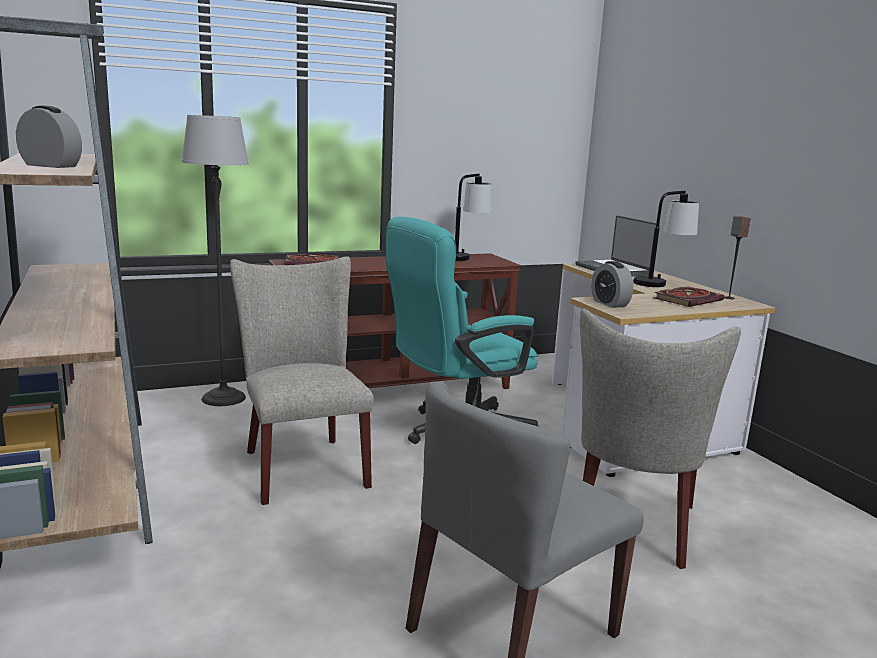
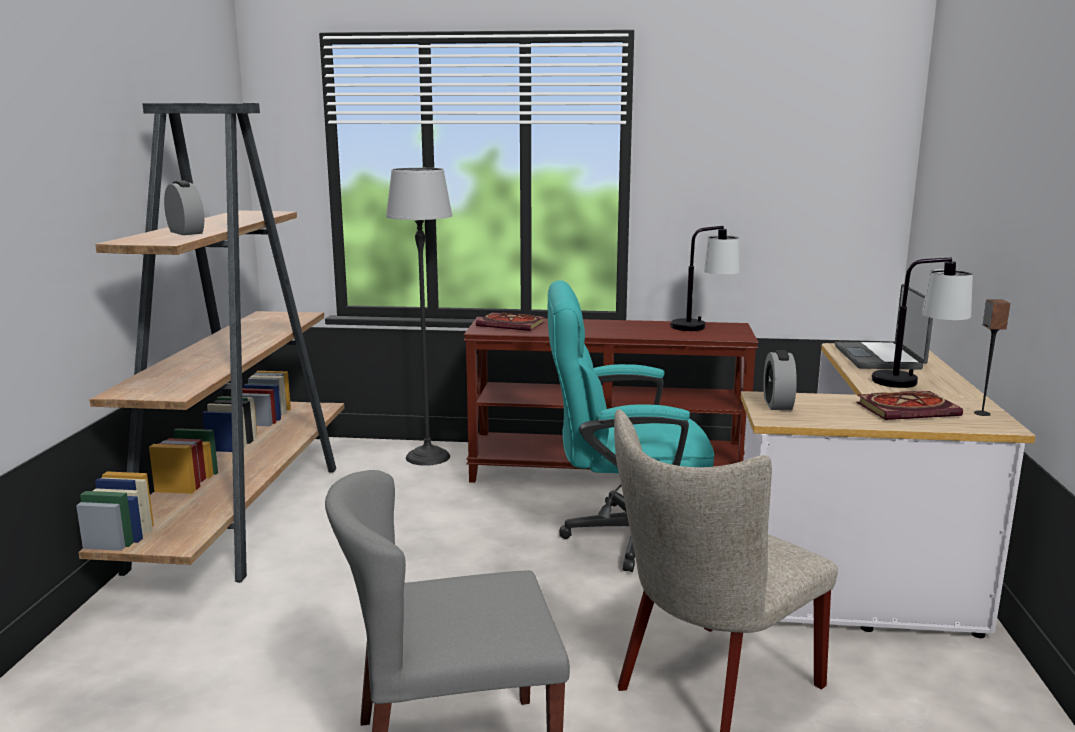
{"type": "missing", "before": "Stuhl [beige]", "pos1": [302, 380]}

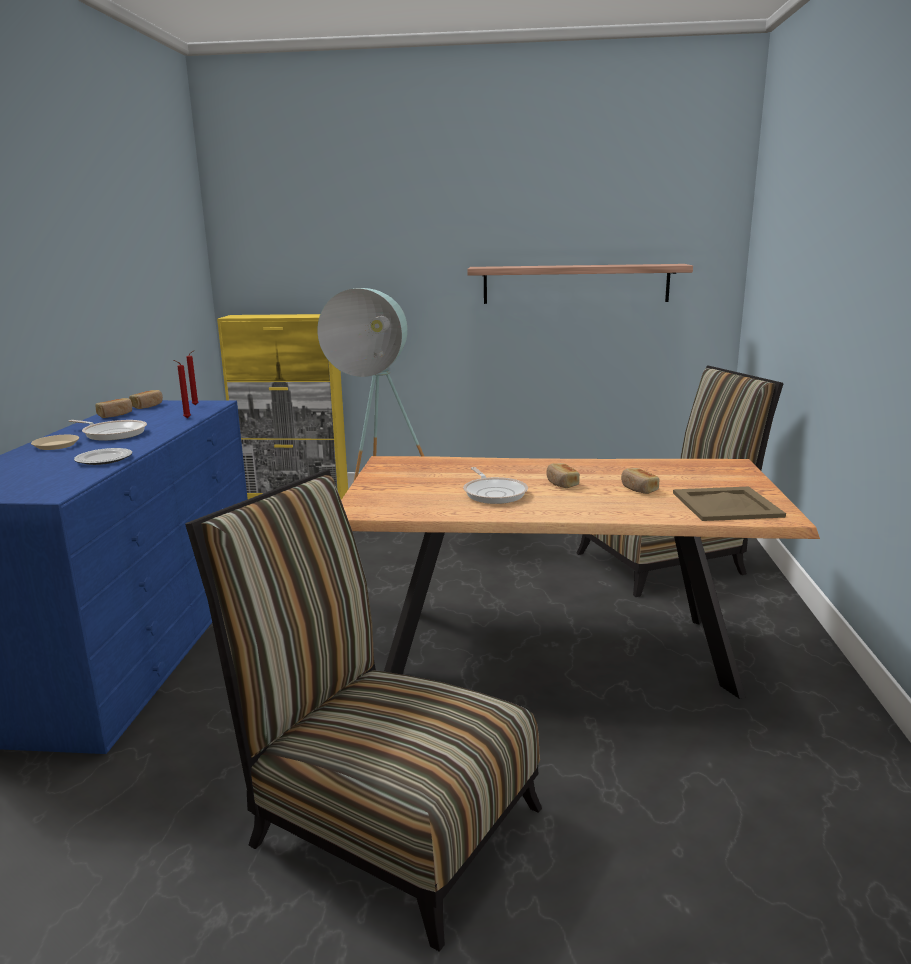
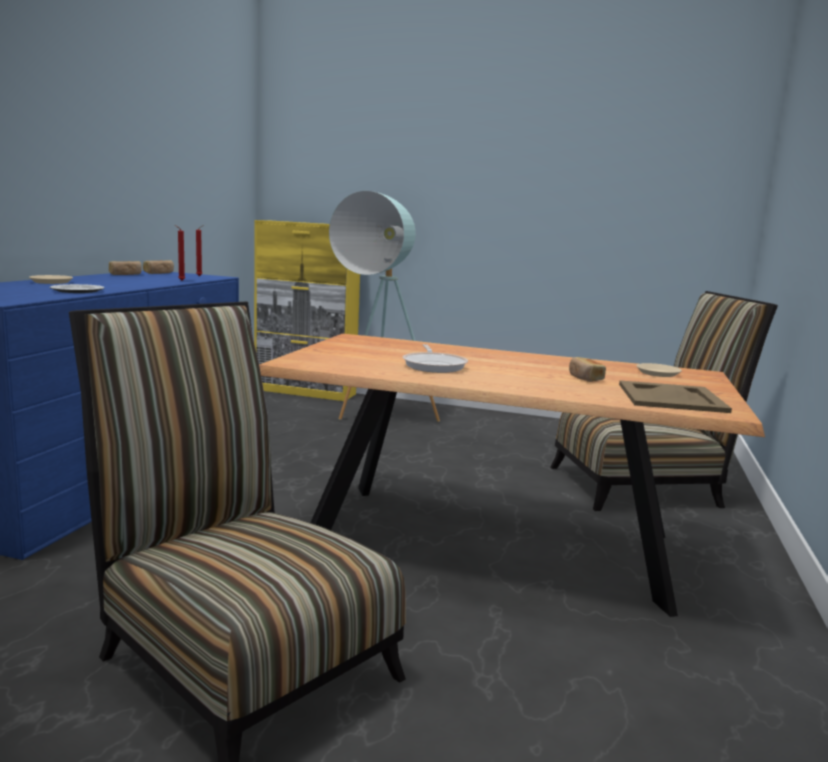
{"type": "missing", "before": "Wandregal", "pos1": [580, 284]}
{"type": "missing", "before": "Pfanne", "pos1": [107, 430]}
{"type": "missing", "before": "Brot", "pos1": [563, 475]}
{"type": "appeared", "after": "Teller [beige]", "pos2": [659, 370]}

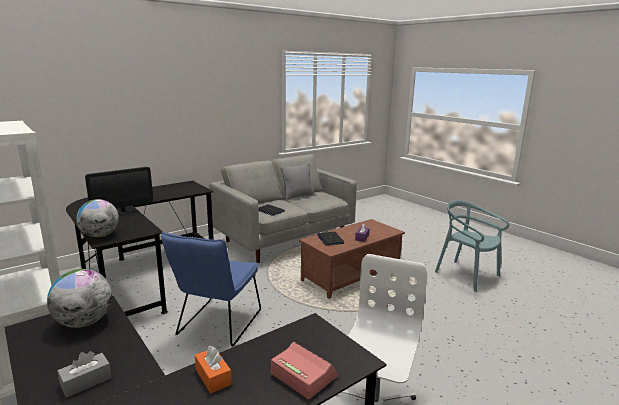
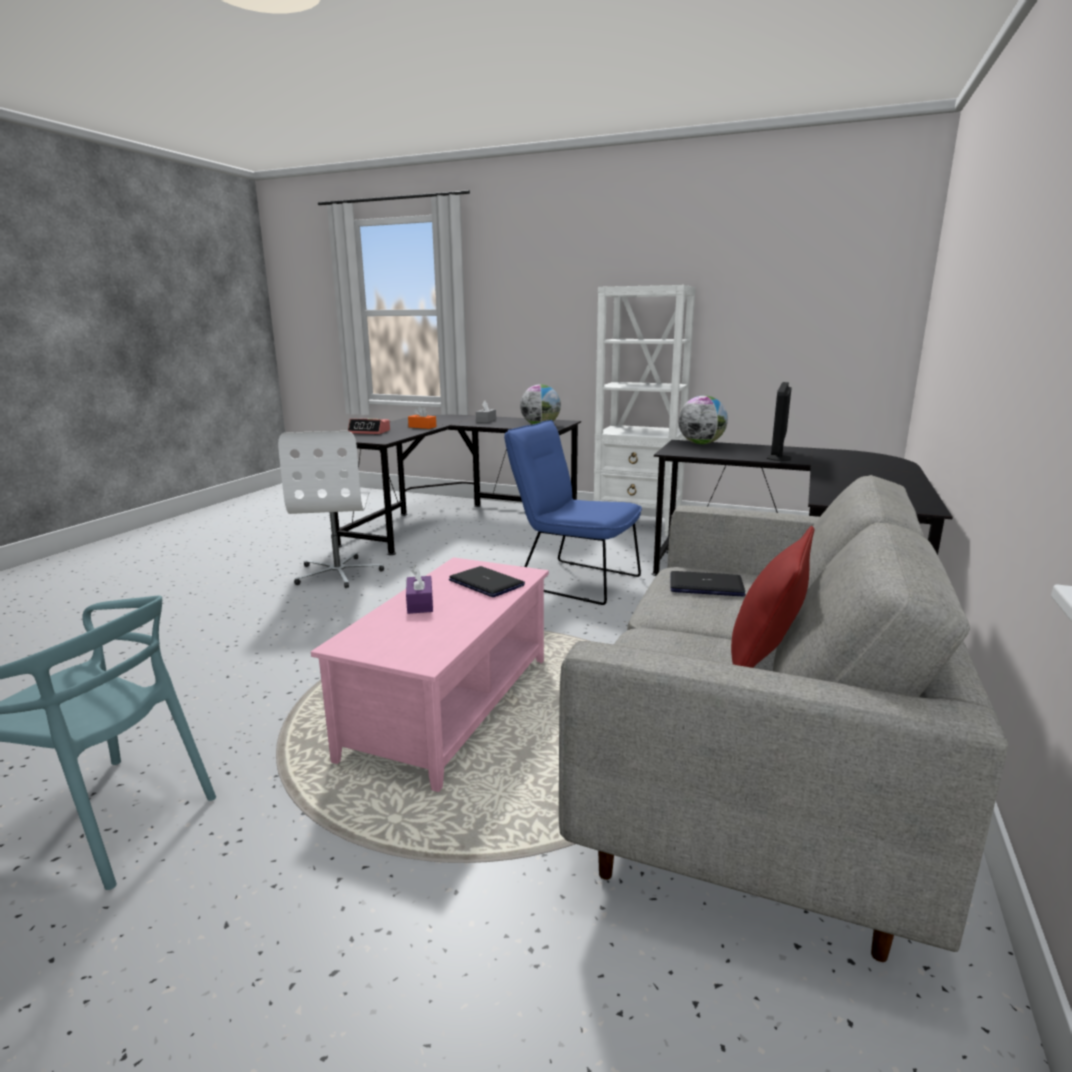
{"type": "colour", "before": "Kissen [grau]", "after": "Kissen [rot]", "pos1": [297, 182], "pos2": [772, 597]}
{"type": "colour", "before": "Couchtisch [braun]", "after": "Couchtisch [rosa]", "pos1": [352, 259], "pos2": [430, 674]}
{"type": "spun", "before": "Stuhl [blau]", "pos1": [211, 289], "pos2": [573, 512], "turn": -45}

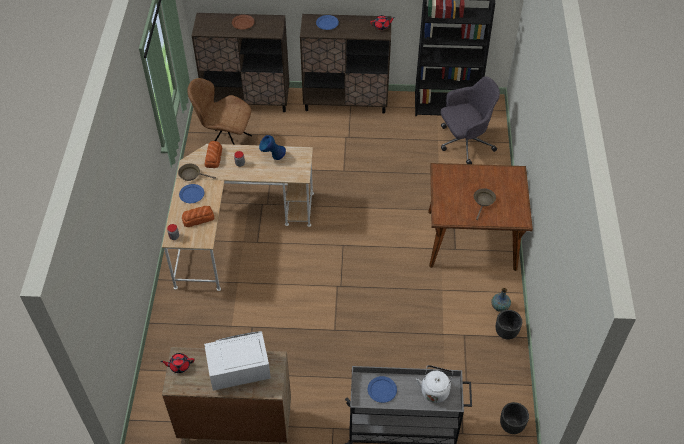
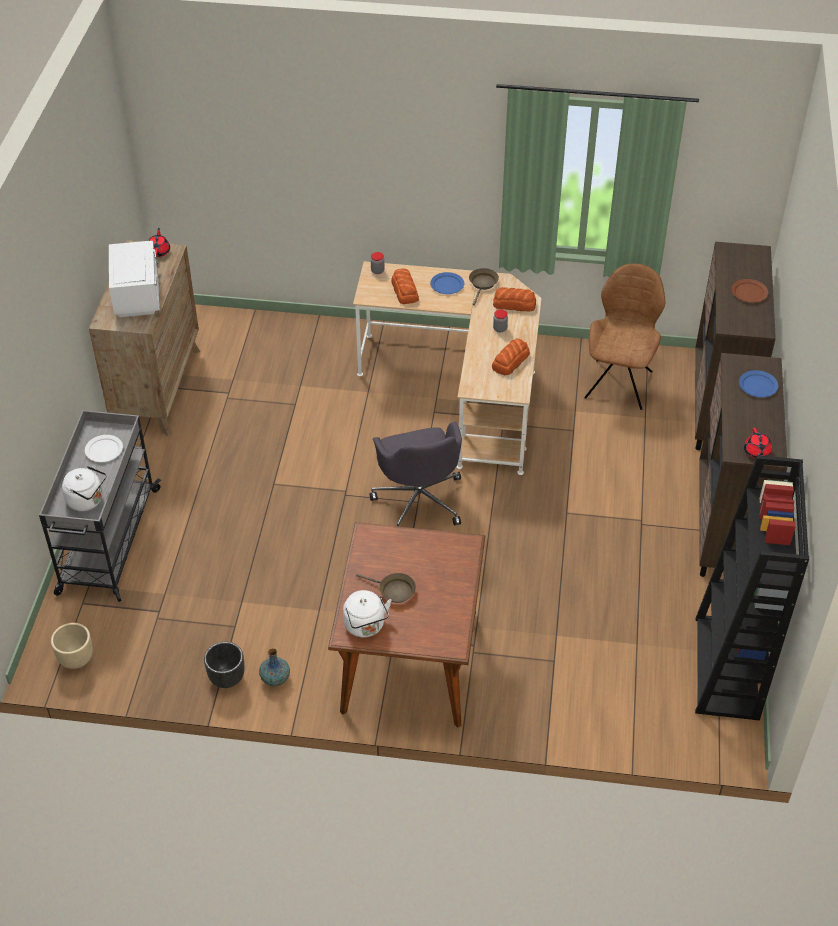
{"type": "relocated", "before": "Bürostuhl [grau]", "pos1": [470, 120], "pos2": [416, 474]}
{"type": "exchanged", "before": "Vase [blau]", "after": "Brot", "pos1": [272, 147], "pos2": [511, 356]}
{"type": "colour", "before": "Teller [blau]", "after": "Teller [weiß]", "pos1": [382, 389], "pos2": [104, 448]}
{"type": "colour", "before": "Pflanzkübel [schwarz]", "after": "Pflanzkübel [beige]", "pos1": [514, 418], "pos2": [72, 646]}
{"type": "appeared", "after": "Wasserkessel [weiß]", "pos2": [367, 613]}

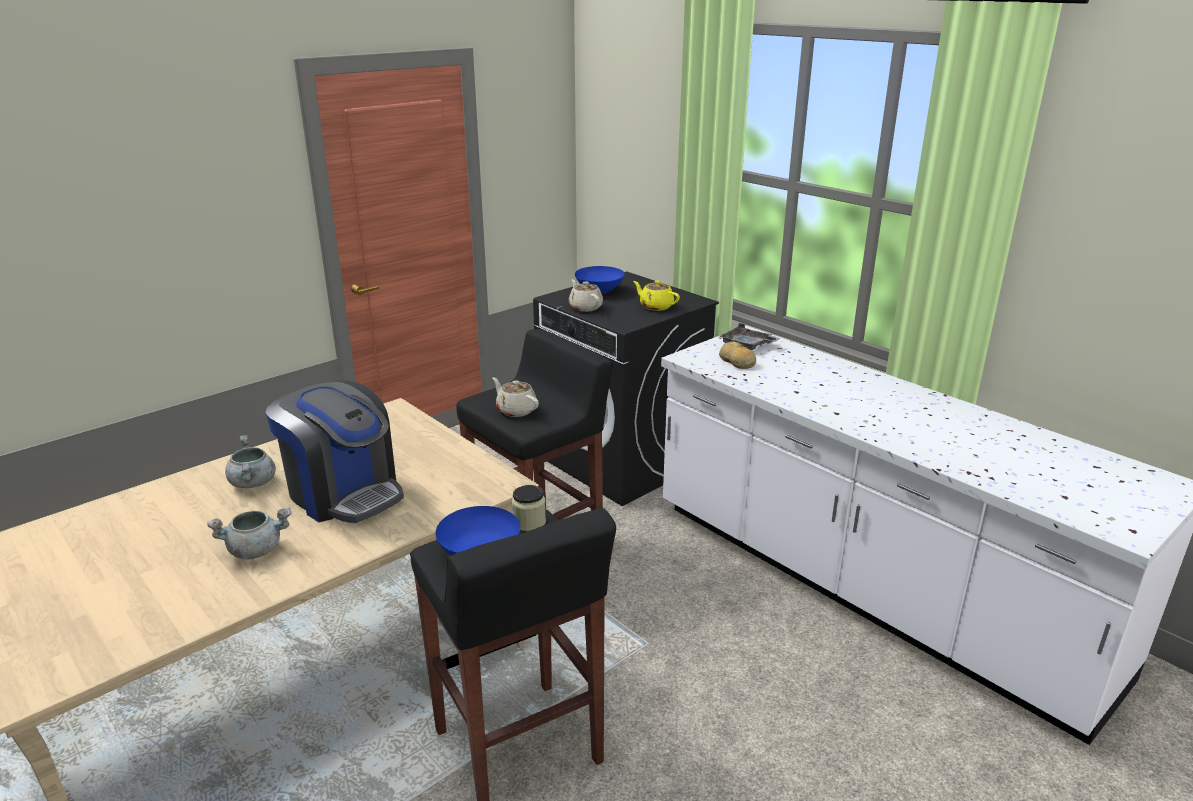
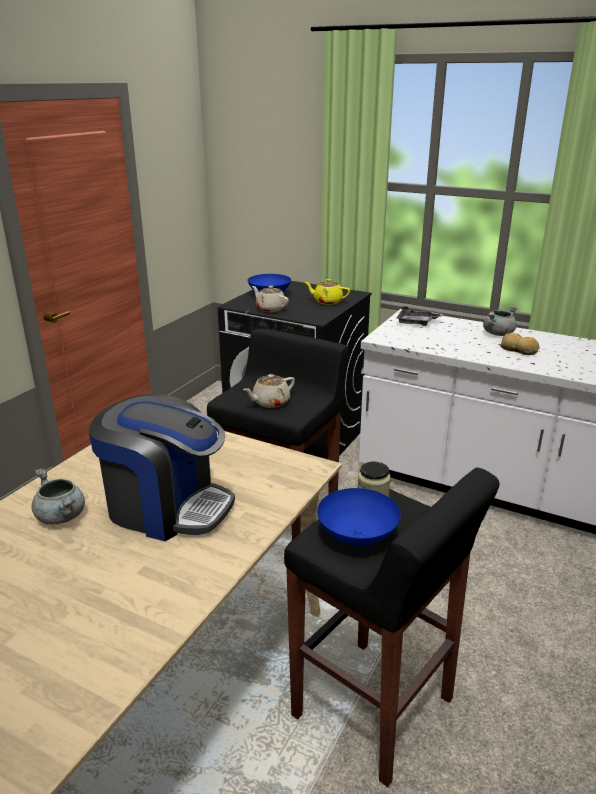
{"type": "relocated", "before": "Brot", "pos1": [737, 355], "pos2": [520, 343]}
{"type": "spun", "before": "Teekanne [beige]", "pos1": [515, 397], "pos2": [269, 391], "turn": -60}
{"type": "relocated", "before": "Kochtopf [grau]", "pos1": [249, 533], "pos2": [500, 321]}

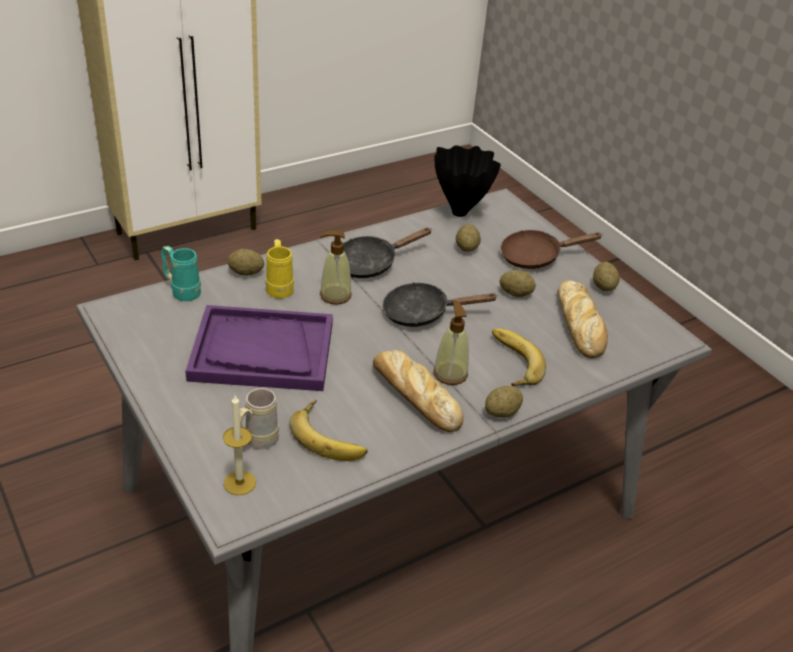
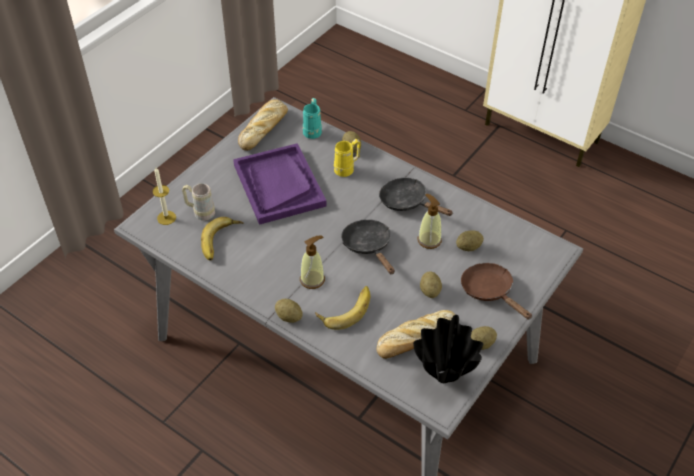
{"type": "relocated", "before": "Vase [schwarz]", "pos1": [468, 181], "pos2": [448, 349]}
{"type": "relocated", "before": "Seifenspender", "pos1": [336, 268], "pos2": [430, 221]}
{"type": "relocated", "before": "Brot", "pos1": [418, 391], "pos2": [263, 125]}

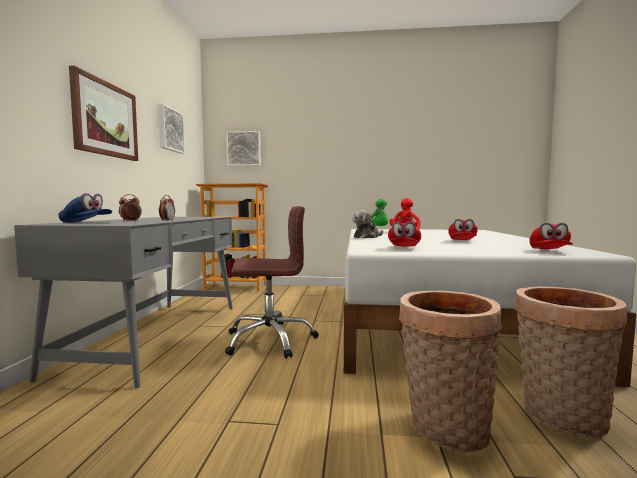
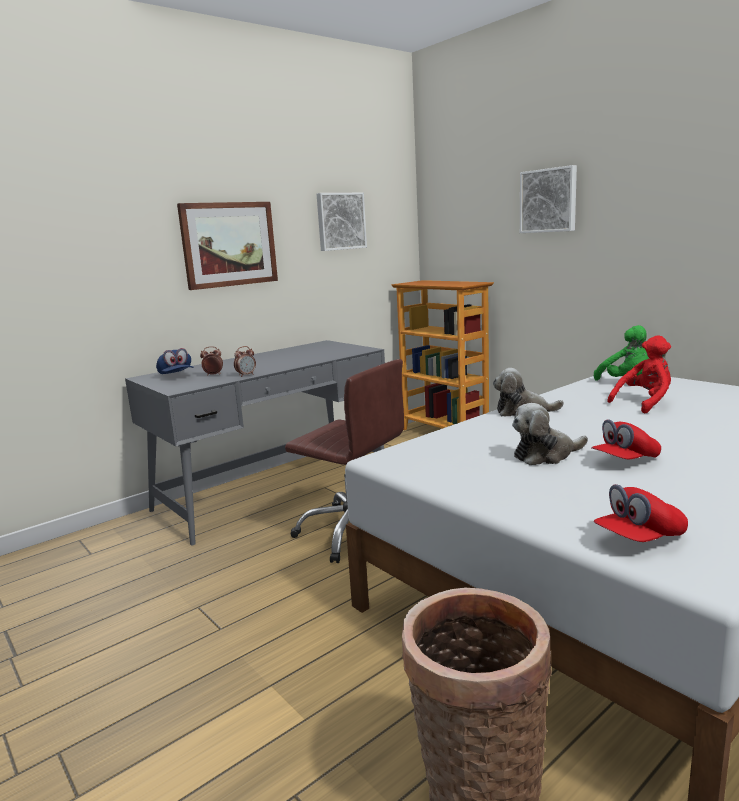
{"type": "relocated", "before": "Bild", "pos1": [243, 148], "pos2": [548, 199]}
{"type": "missing", "before": "Kappe [rot]", "pos1": [404, 234]}
{"type": "missing", "before": "Korb", "pos1": [450, 372]}
{"type": "appeared", "after": "Plüschtier", "pos2": [550, 434]}

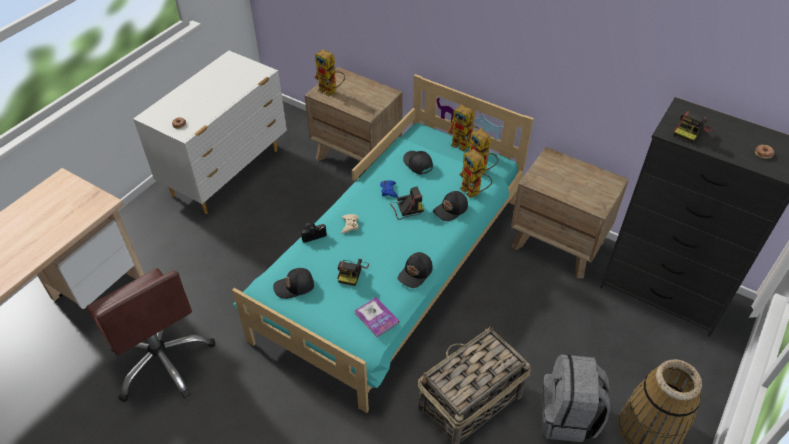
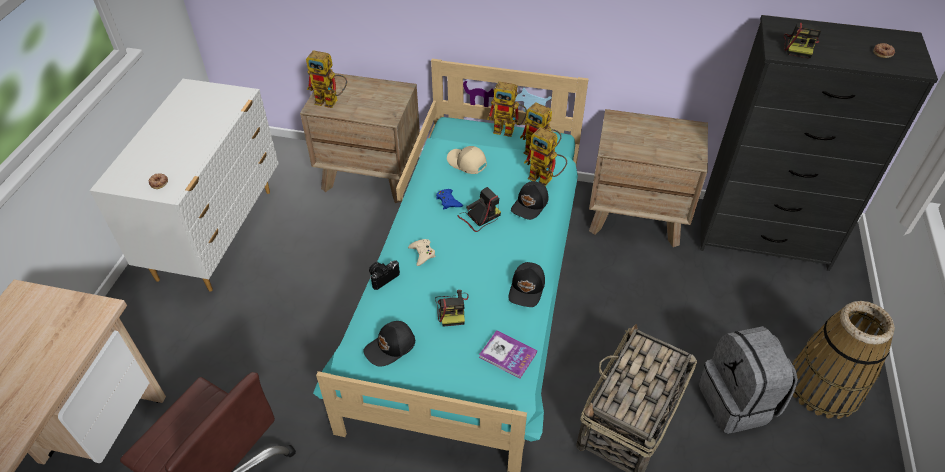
{"type": "colour", "before": "Kappe [schwarz]", "after": "Kappe [beige]", "pos1": [418, 163], "pos2": [467, 160]}

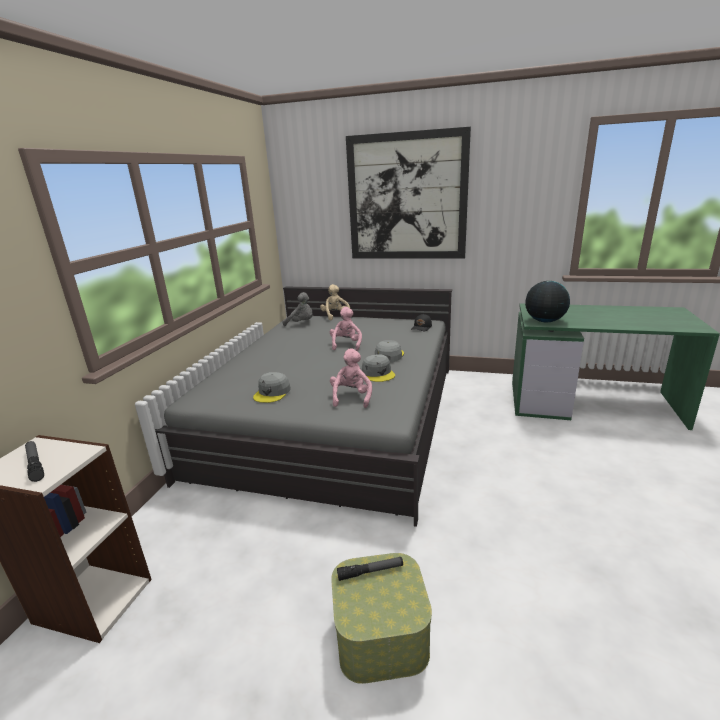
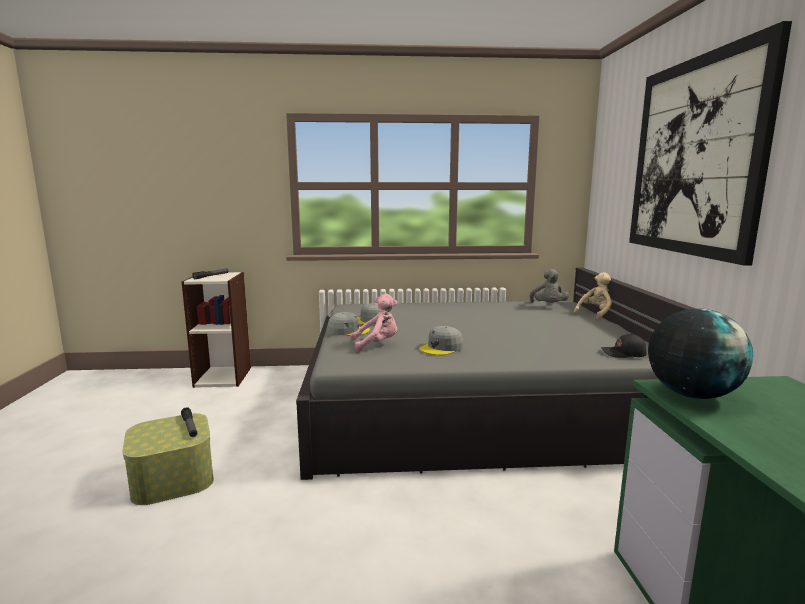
{"type": "missing", "before": "Plüschtier [rosa]", "pos1": [346, 329]}
{"type": "relocated", "before": "Kappe [grau]", "pos1": [389, 351], "pos2": [349, 324]}

